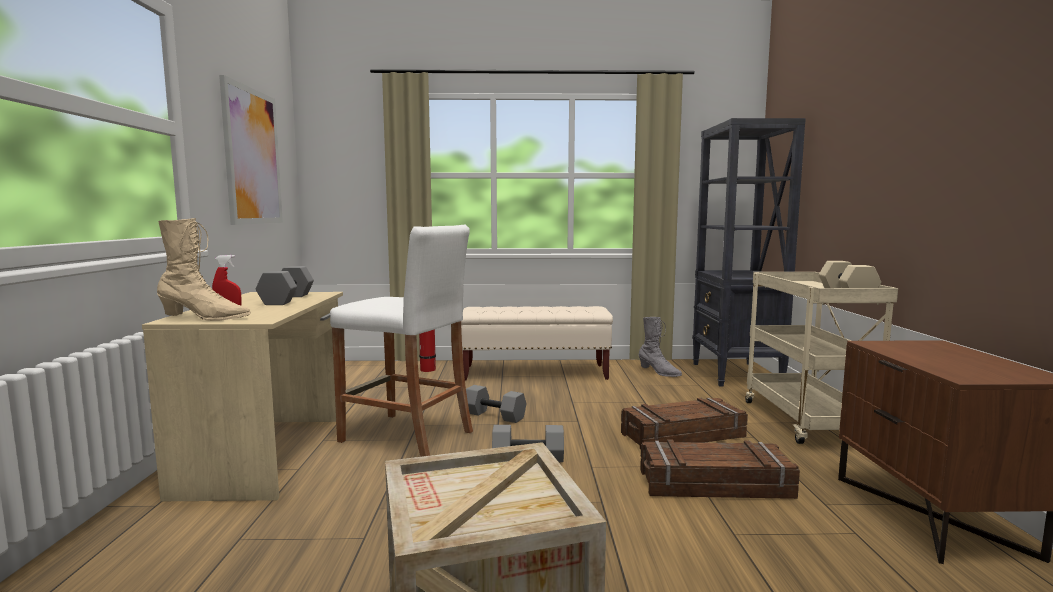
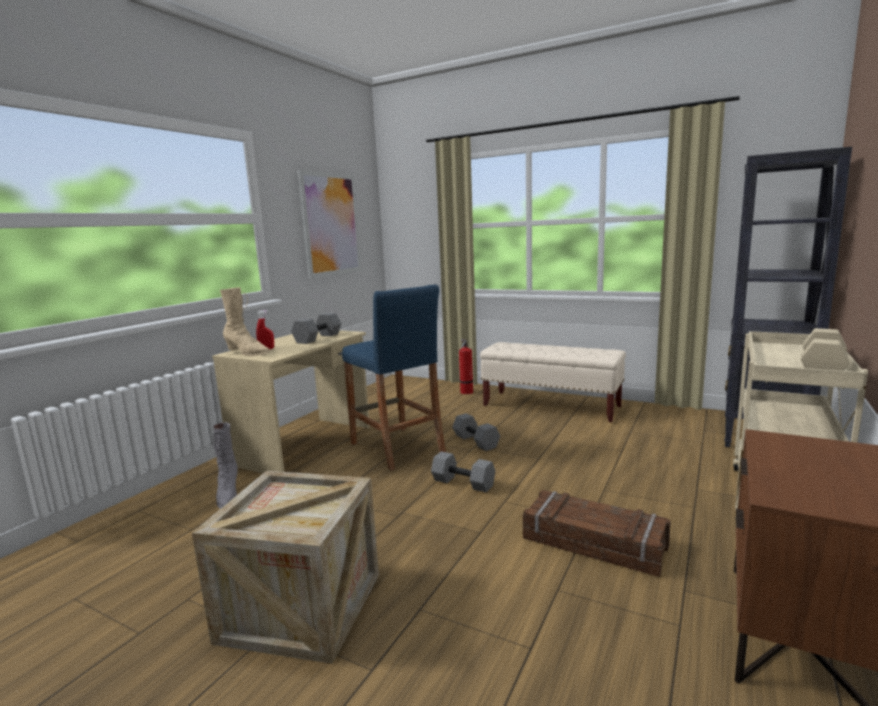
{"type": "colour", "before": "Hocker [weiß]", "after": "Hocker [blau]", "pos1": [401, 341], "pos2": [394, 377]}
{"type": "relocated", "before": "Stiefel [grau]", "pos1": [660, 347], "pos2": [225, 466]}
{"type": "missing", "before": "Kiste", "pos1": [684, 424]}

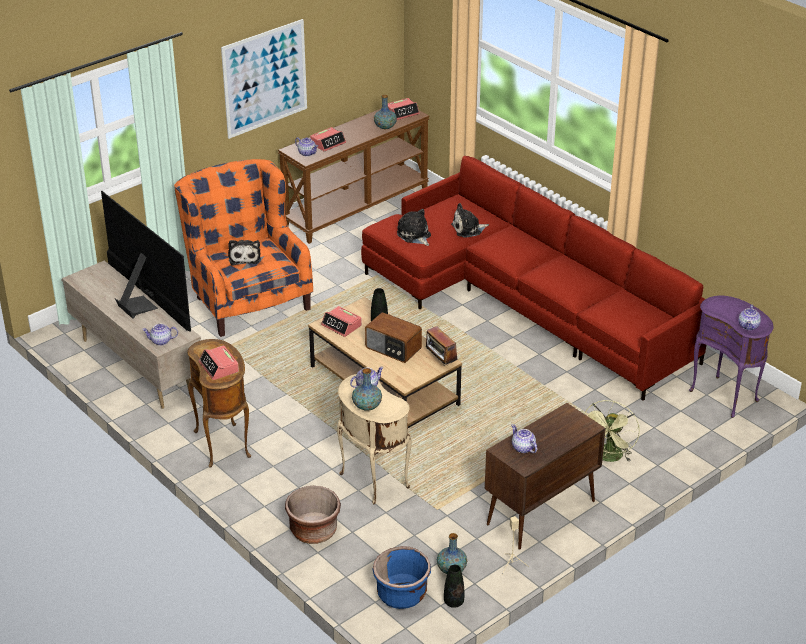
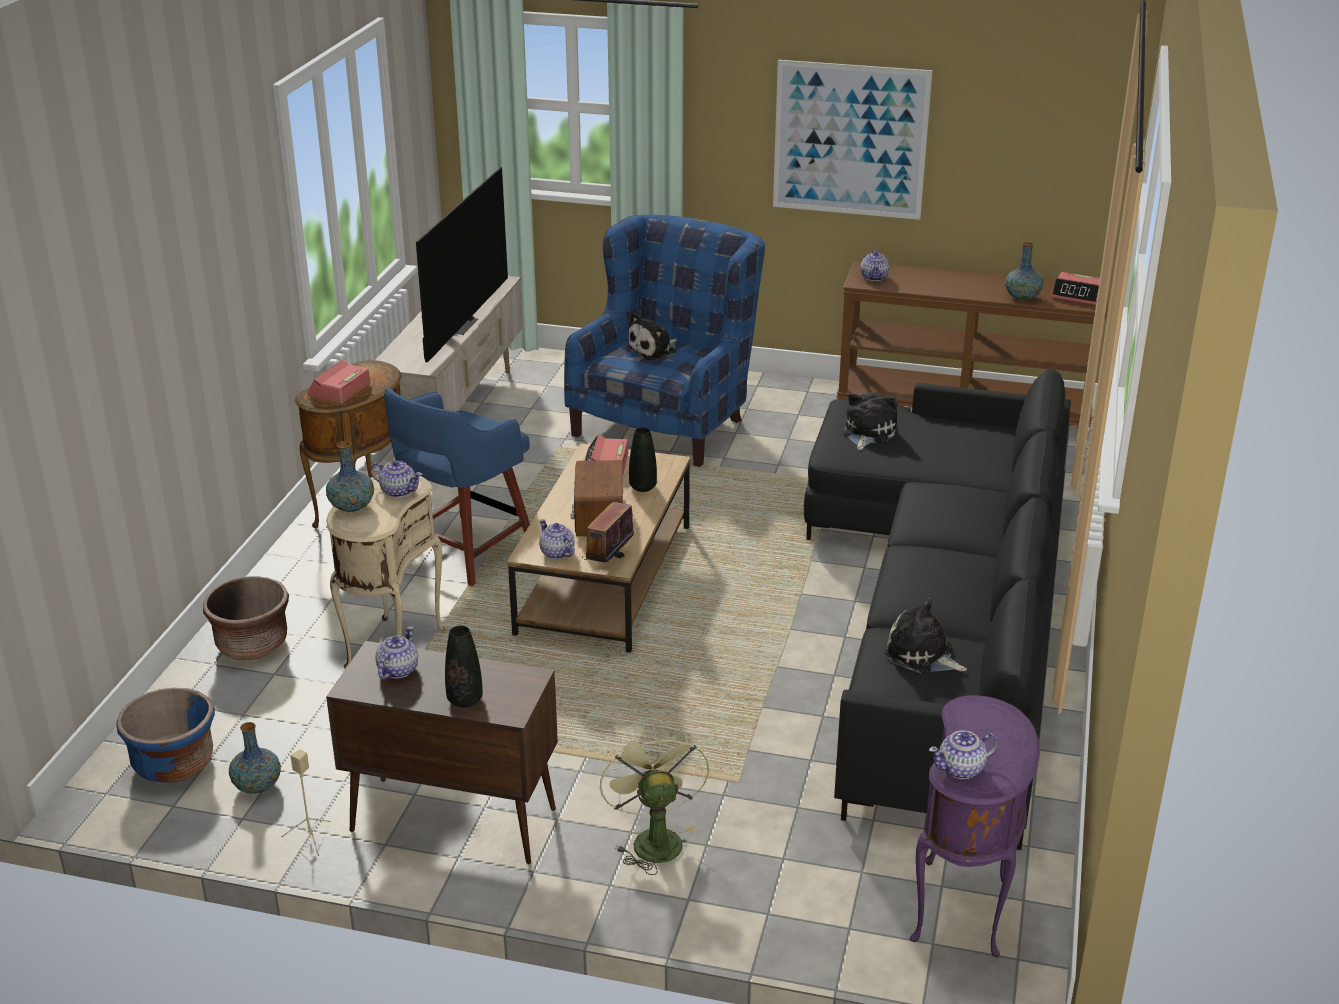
{"type": "missing", "before": "Wecker", "pos1": [328, 139]}
{"type": "colour", "before": "Sofa [rot]", "after": "Sofa [schwarz]", "pos1": [533, 278], "pos2": [937, 609]}
{"type": "colour", "before": "Sessel [orange]", "after": "Sessel [blau]", "pos1": [243, 248], "pos2": [664, 341]}
{"type": "relocated", "before": "Plüschtier", "pos1": [470, 220], "pos2": [925, 635]}
{"type": "relocated", "before": "Teekanne", "pos1": [160, 335], "pos2": [557, 539]}
{"type": "spun", "before": "Ventilator [grün]", "pos1": [612, 431], "pos2": [654, 800], "turn": 90}
{"type": "relocated", "before": "Vase [schwarz]", "pos1": [454, 586], "pos2": [464, 666]}
{"type": "appeared", "after": "Hocker [blau]", "pos2": [457, 487]}

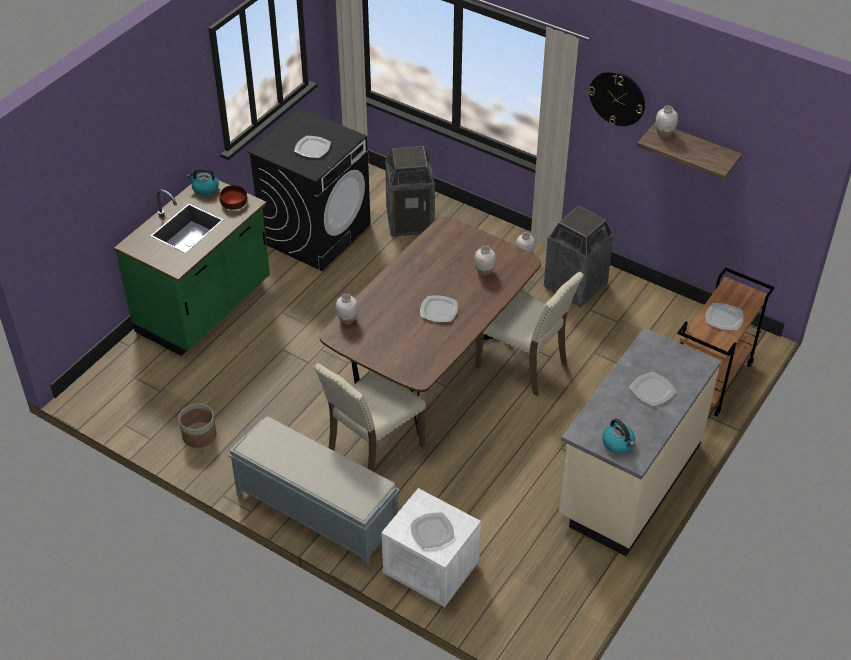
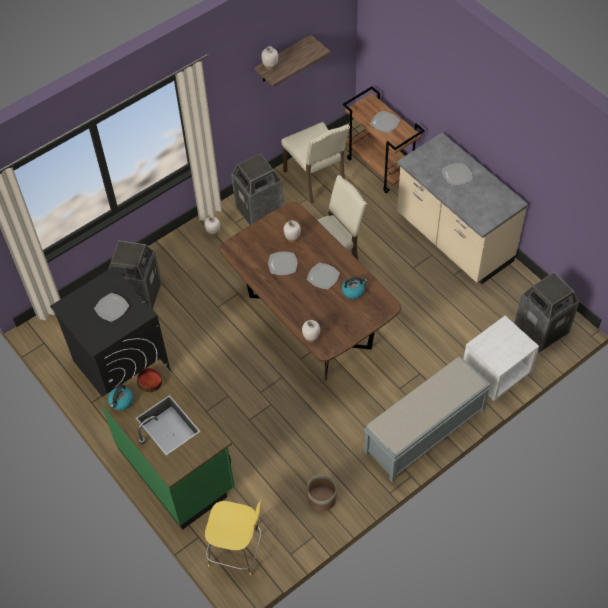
{"type": "missing", "before": "Wanduhr", "pos1": [617, 98]}
{"type": "relocated", "before": "Stuhl [beige]", "pos1": [370, 417], "pos2": [315, 163]}
{"type": "relocated", "before": "Wasserkessel", "pos1": [618, 436], "pos2": [354, 288]}
{"type": "relocated", "before": "Teller", "pos1": [432, 530], "pos2": [282, 263]}
{"type": "appeared", "after": "Mülleimer", "pos2": [546, 312]}
{"type": "appeared", "after": "Hocker [gelb]", "pos2": [233, 537]}

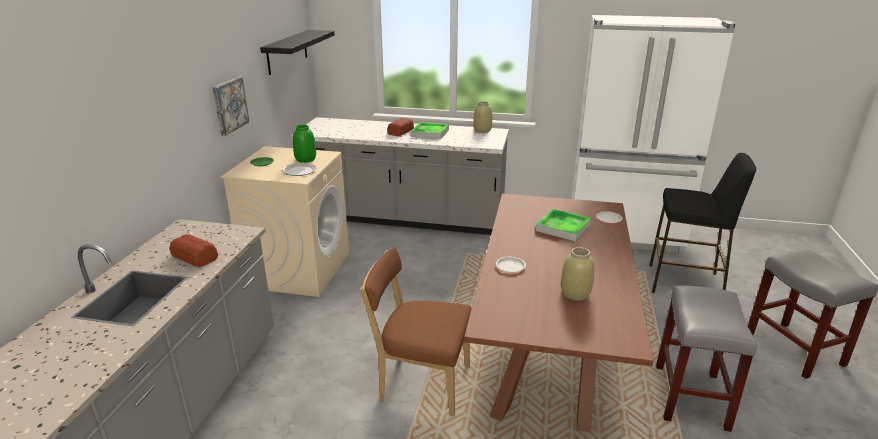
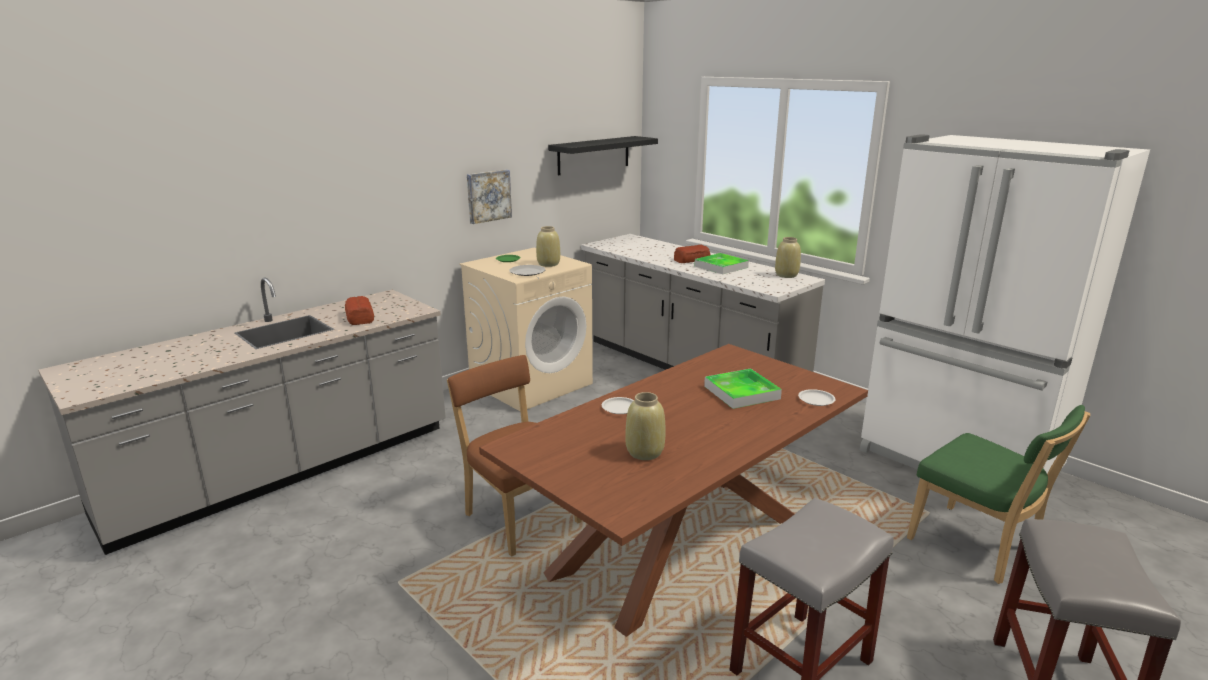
{"type": "colour", "before": "Vase [grün]", "after": "Vase [beige]", "pos1": [304, 144], "pos2": [548, 246]}
{"type": "exchanged", "before": "Hocker [schwarz]", "after": "Stuhl [grün]", "pos1": [702, 223], "pos2": [998, 494]}

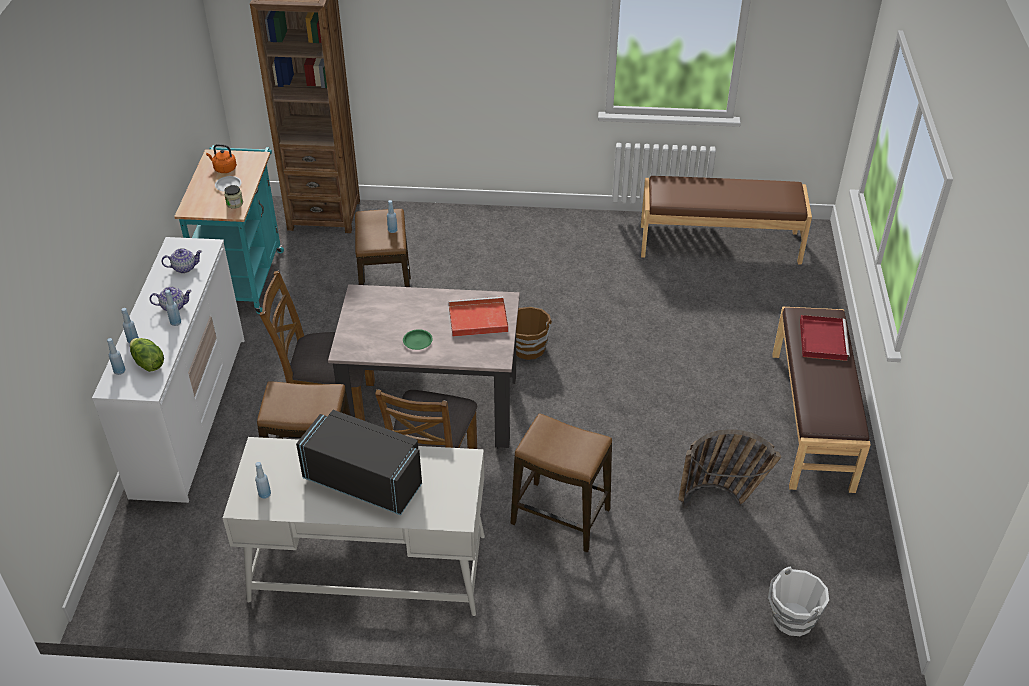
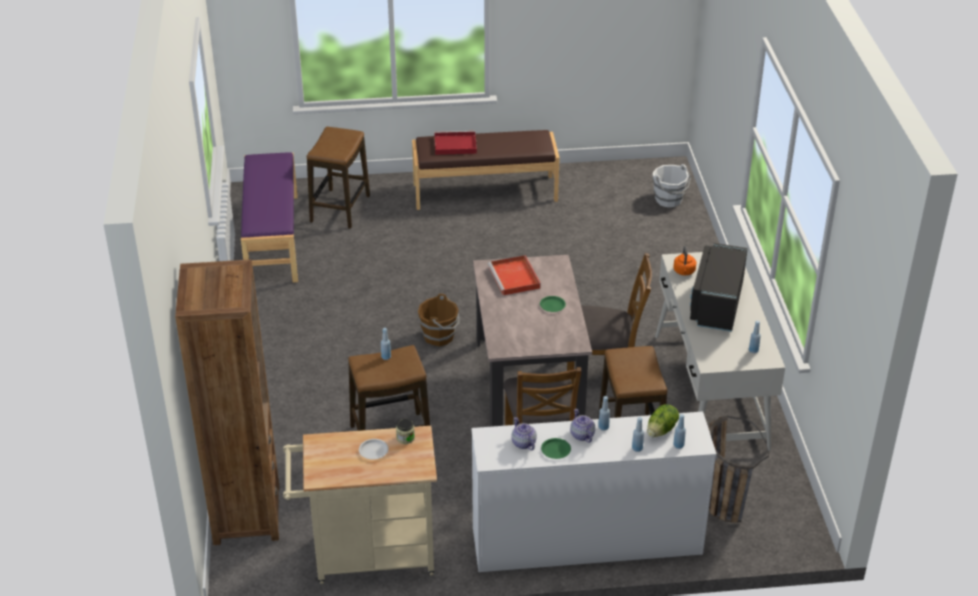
{"type": "relocated", "before": "Wasserkessel [orange]", "pos1": [221, 158], "pos2": [684, 260]}
{"type": "colour", "before": "Rollwagen [türkis]", "after": "Rollwagen [beige]", "pos1": [229, 229], "pos2": [360, 505]}
{"type": "colour", "before": "Bank [braun]", "after": "Bank [lila]", "pos1": [726, 220], "pos2": [269, 217]}
{"type": "relocated", "before": "Hocker", "pos1": [561, 483], "pos2": [338, 178]}
{"type": "relocated", "before": "Korb", "pos1": [730, 468], "pos2": [739, 469]}
{"type": "appeared", "after": "Teller [grün]", "pos2": [556, 448]}

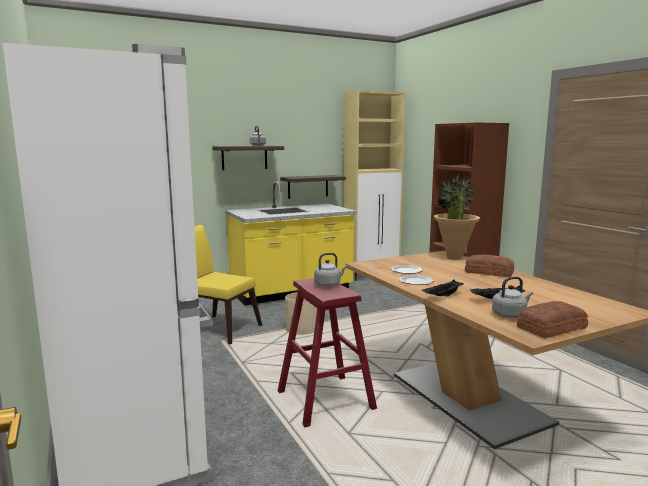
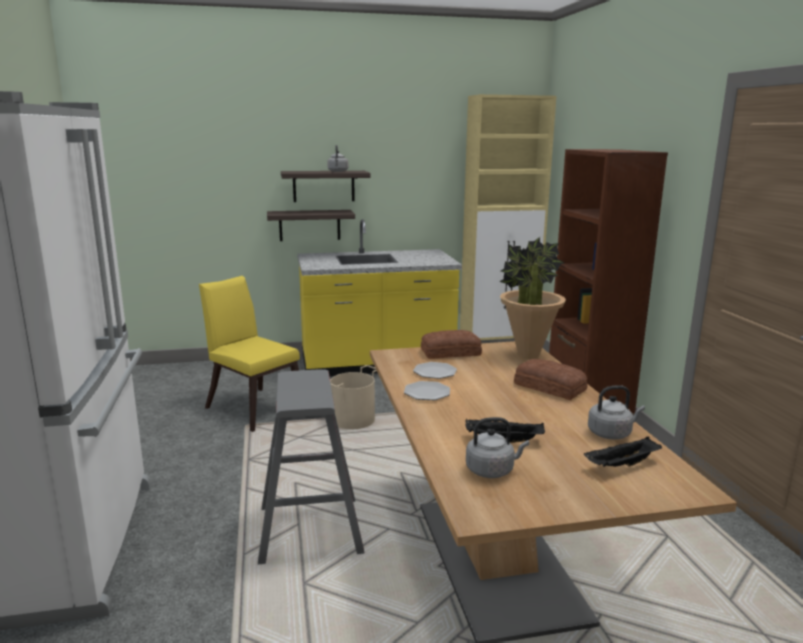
{"type": "relocated", "before": "Wandregal", "pos1": [313, 187], "pos2": [311, 225]}
{"type": "relocated", "before": "Wasserkessel [grau]", "pos1": [330, 270], "pos2": [616, 413]}
{"type": "colour", "before": "Hocker [rot]", "after": "Hocker [grau]", "pos1": [327, 352], "pos2": [311, 466]}
{"type": "relocated", "before": "Tablett [schwarz]", "pos1": [443, 288], "pos2": [623, 451]}
{"type": "relocated", "before": "Brot", "pos1": [552, 319], "pos2": [451, 344]}

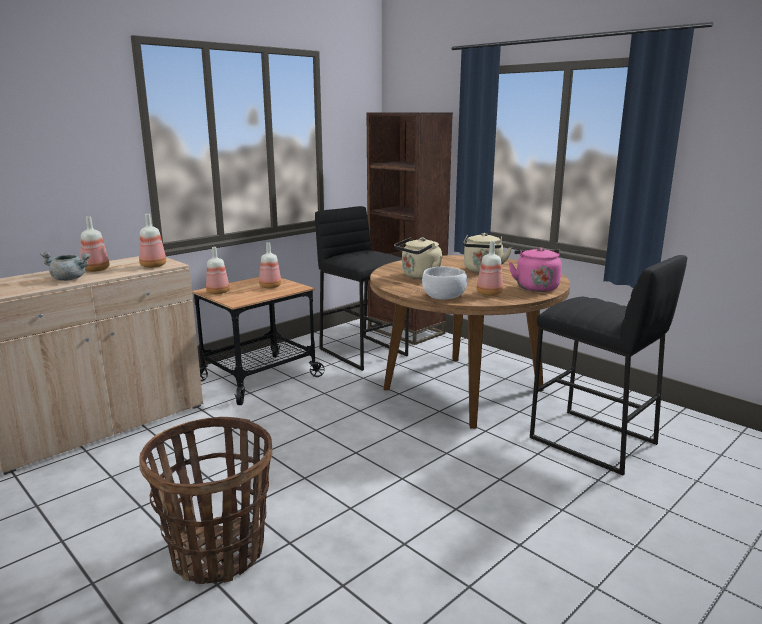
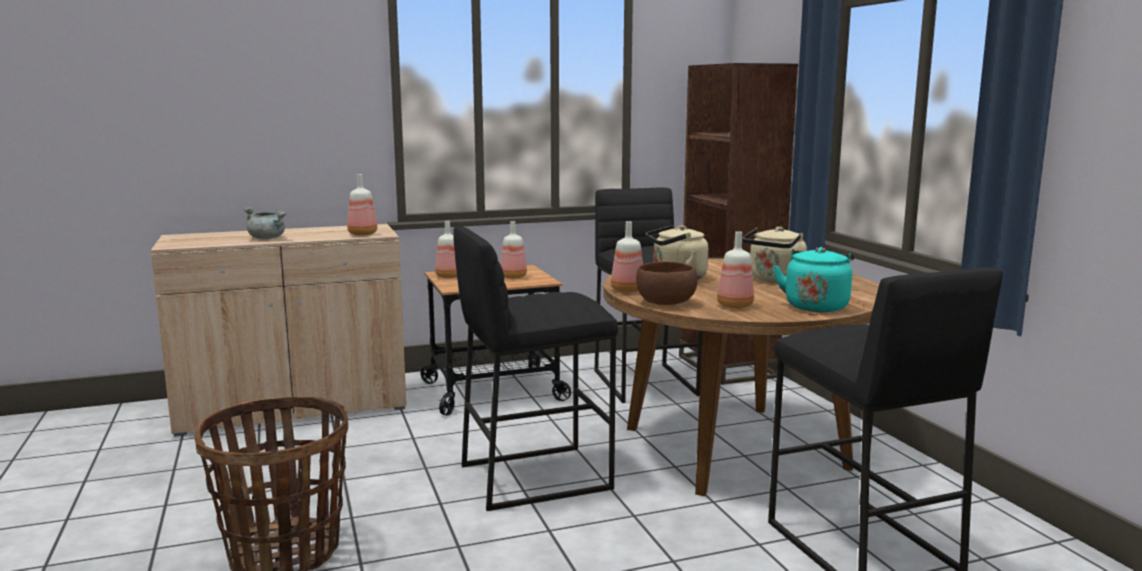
{"type": "relocated", "before": "Flasche", "pos1": [95, 244], "pos2": [627, 257]}
{"type": "colour", "before": "Wasserkessel [rosa]", "after": "Wasserkessel [türkis]", "pos1": [535, 269], "pos2": [813, 279]}
{"type": "colour", "before": "Schüssel [weiß]", "after": "Schüssel [braun]", "pos1": [444, 283], "pos2": [667, 283]}
{"type": "appeared", "after": "Hocker [schwarz]", "pos2": [535, 368]}

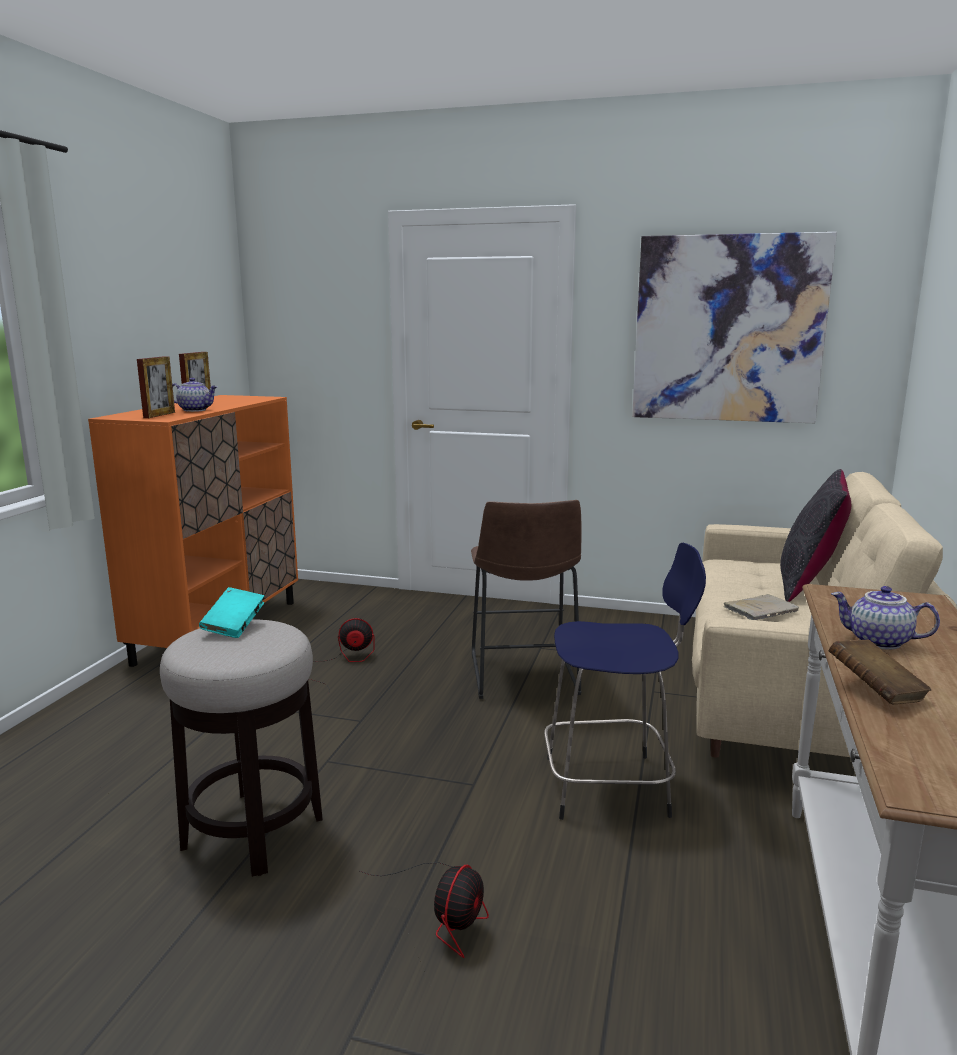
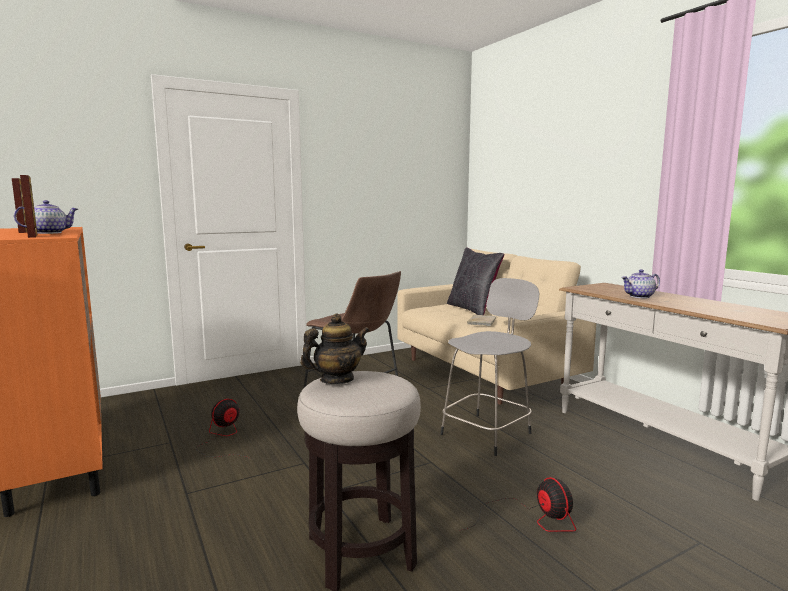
{"type": "missing", "before": "Bild", "pos1": [734, 327]}
{"type": "colour", "before": "Hocker [blau]", "after": "Hocker [grau]", "pos1": [625, 681], "pos2": [489, 367]}
{"type": "exchanged", "before": "Buch [türkis]", "after": "Teekanne", "pos1": [231, 612], "pos2": [335, 348]}
{"type": "missing", "before": "Buch [braun]", "pos1": [880, 672]}

